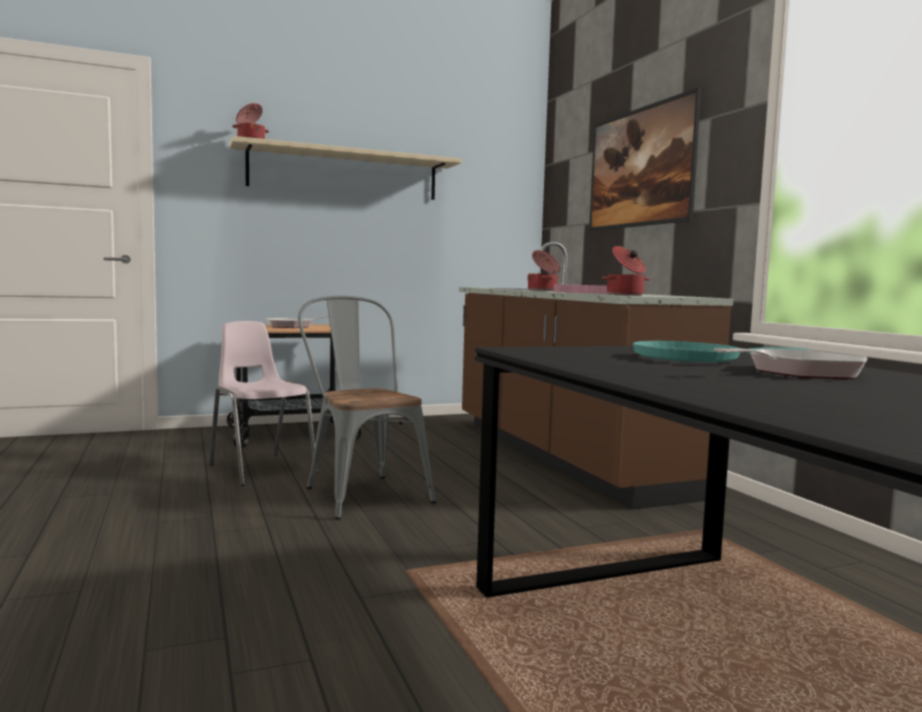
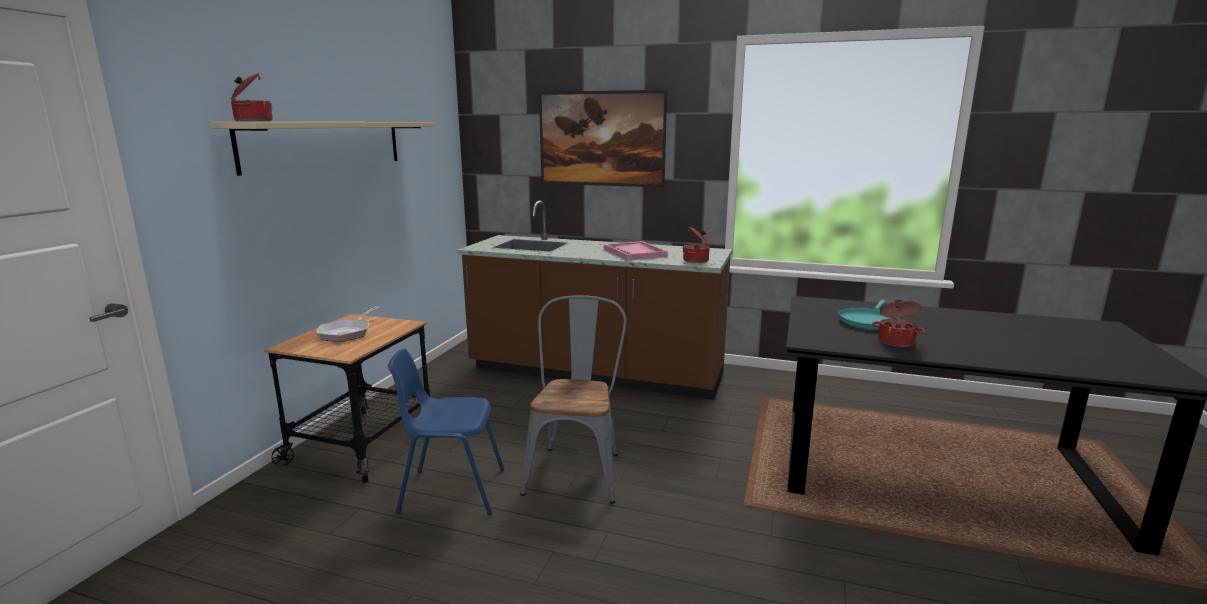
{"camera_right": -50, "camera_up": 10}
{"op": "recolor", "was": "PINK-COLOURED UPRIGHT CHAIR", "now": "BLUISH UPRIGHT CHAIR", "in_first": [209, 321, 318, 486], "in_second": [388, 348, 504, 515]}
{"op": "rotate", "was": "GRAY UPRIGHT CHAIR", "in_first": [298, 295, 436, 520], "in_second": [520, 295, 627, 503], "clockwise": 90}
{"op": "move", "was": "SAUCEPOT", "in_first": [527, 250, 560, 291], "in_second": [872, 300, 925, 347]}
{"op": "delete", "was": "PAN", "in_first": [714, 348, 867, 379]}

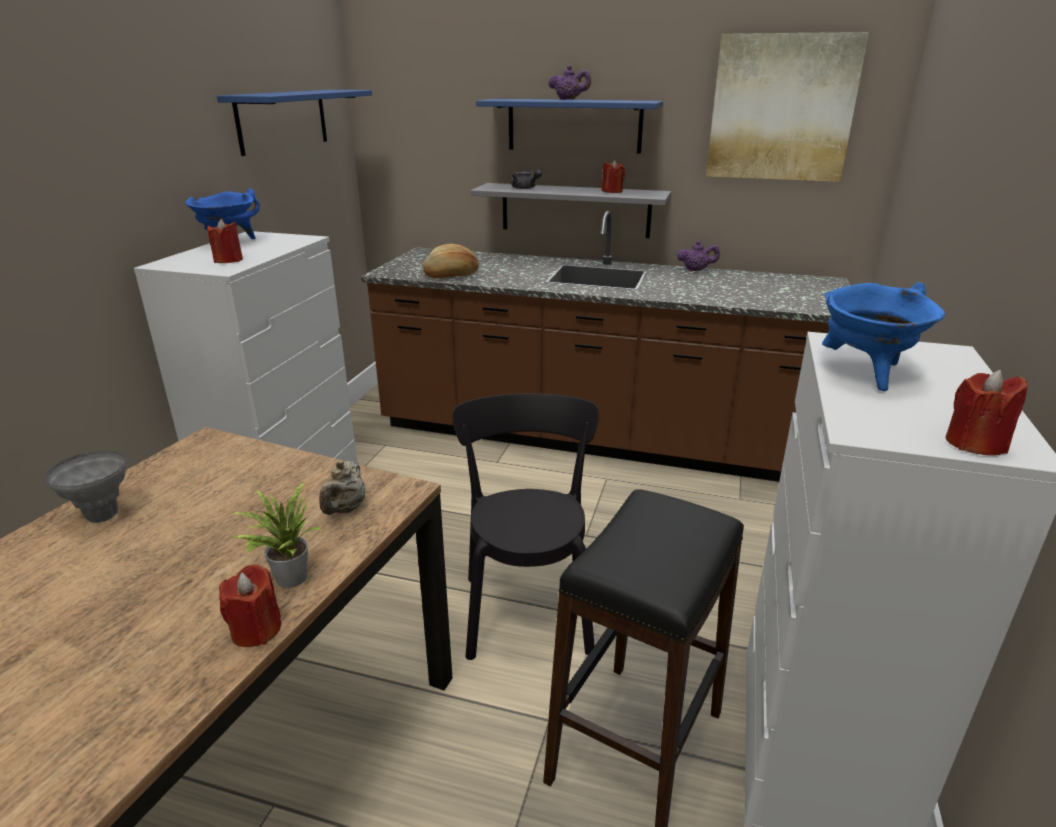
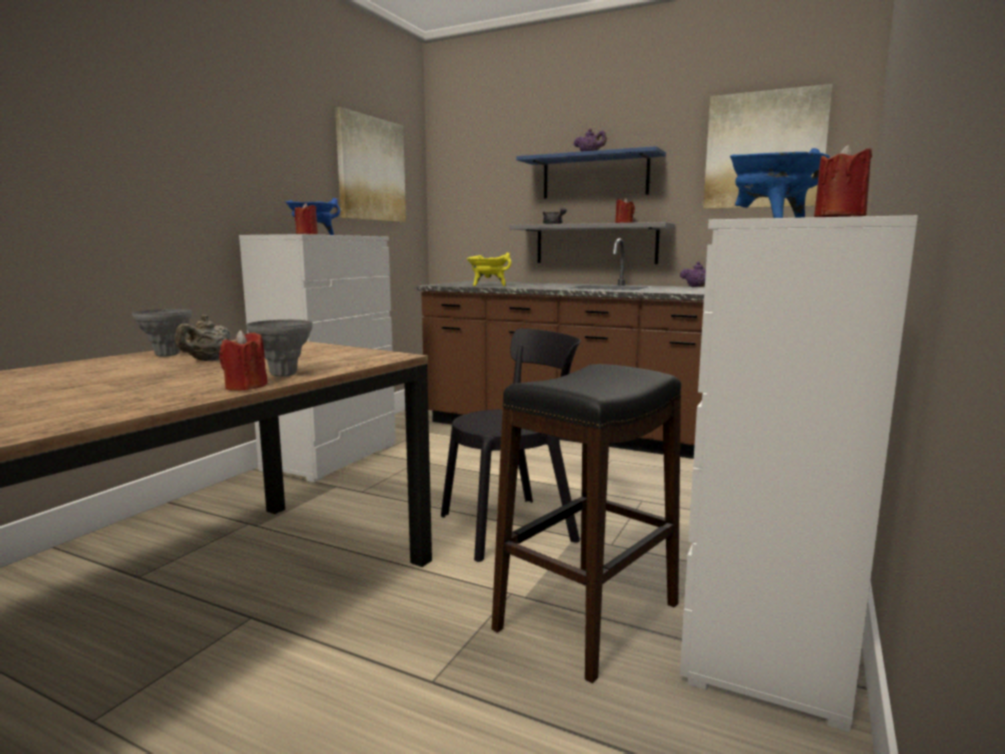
{"camera_right": 10, "camera_up": -15}
{"op": "replace", "was": "BLUISH BRACKET SHELF", "now": "WALL ART", "in_first": [217, 90, 372, 156], "in_second": [335, 107, 406, 222]}
{"op": "replace", "was": "POTTED PLANT", "now": "GRAY DECORATIVE VASE", "in_first": [230, 481, 321, 588], "in_second": [247, 320, 312, 377]}
{"op": "move", "was": "BEIGE POT FOR TEA", "in_first": [319, 460, 365, 515], "in_second": [175, 315, 231, 361]}
{"op": "replace", "was": "BAKED BREAD", "now": "YELLOWISH SAUCEPOT", "in_first": [423, 244, 479, 278], "in_second": [466, 252, 512, 286]}
{"op": "rotate", "was": "BLACK UPRIGHT CHAIR", "in_first": [452, 393, 599, 660], "in_second": [441, 328, 581, 562], "clockwise": 60}

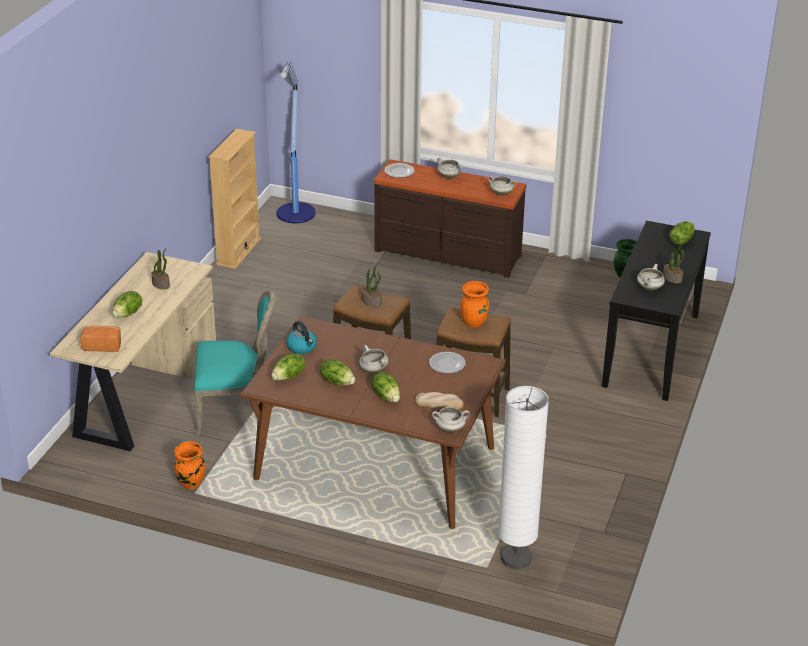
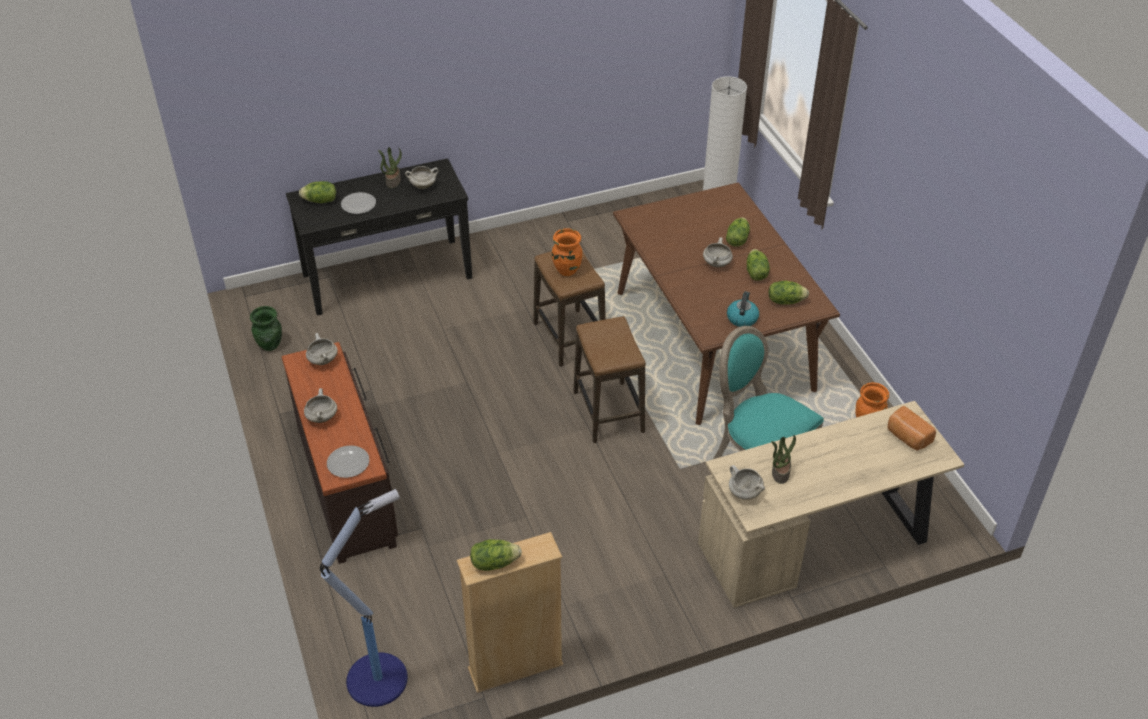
{"camera_right": -130, "camera_up": 10}
{"op": "move", "was": "LETTUCE", "in_first": [112, 291, 142, 318], "in_second": [470, 539, 522, 571]}
{"op": "delete", "was": "POTTED PLANT", "in_first": [362, 265, 382, 306]}
{"op": "delete", "was": "BAKED BREAD", "in_first": [415, 392, 464, 409]}
{"op": "move", "was": "PLATE", "in_first": [429, 352, 466, 374], "in_second": [341, 192, 376, 214]}
{"op": "move", "was": "WHITISH SAUCEPOT", "in_first": [432, 407, 470, 433], "in_second": [729, 465, 765, 500]}

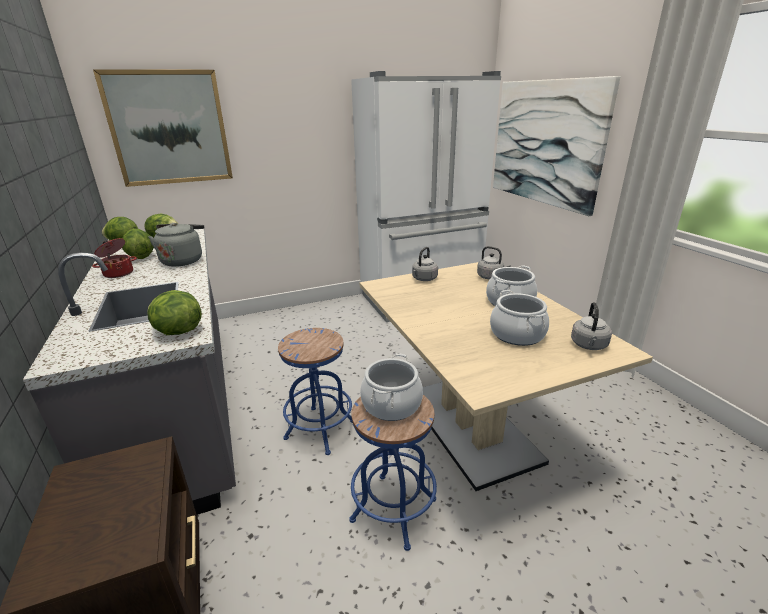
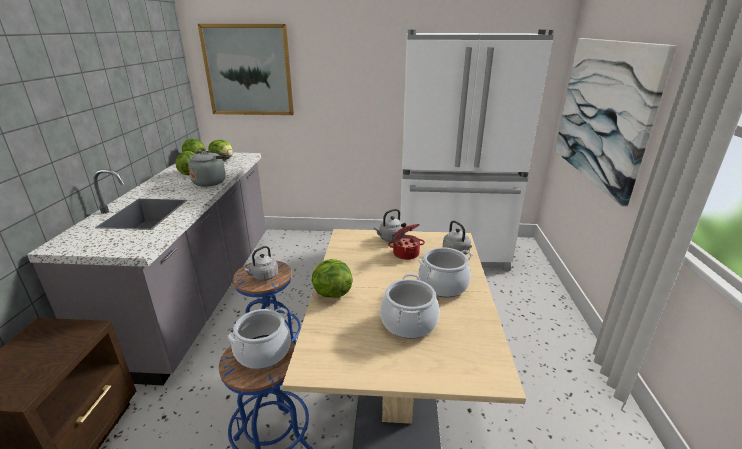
{"camera_right": 25, "camera_up": 0}
{"op": "move", "was": "SAUCEPOT", "in_first": [92, 238, 137, 278], "in_second": [388, 223, 425, 260]}
{"op": "move", "was": "LETTUCE", "in_first": [147, 290, 202, 335], "in_second": [312, 259, 352, 298]}
{"op": "move", "was": "GRAY WATER KETTLE", "in_first": [571, 302, 612, 350], "in_second": [243, 246, 278, 281]}

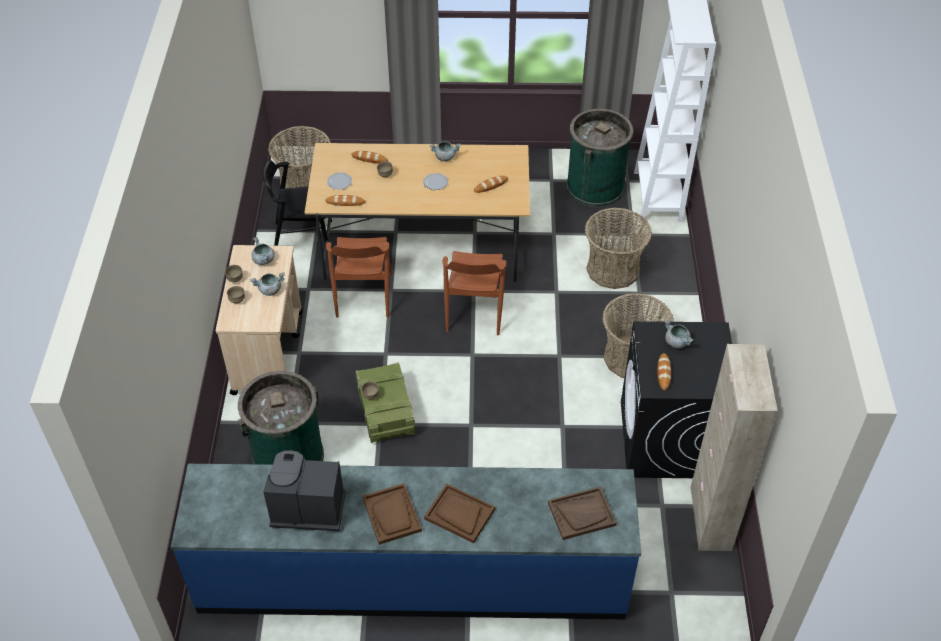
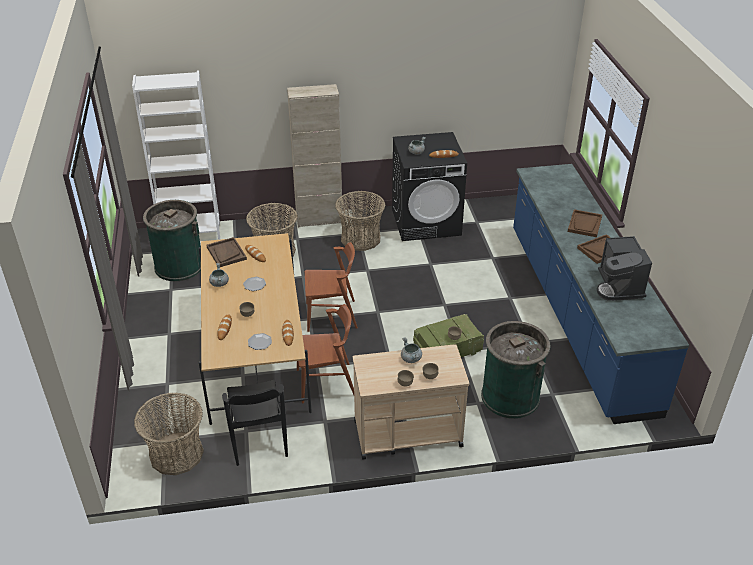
{"camera_right": -100, "camera_up": -10}
{"op": "delete", "was": "GRAY SAUCEPOT", "in_first": [251, 237, 275, 265]}
{"op": "move", "was": "BROWN-COLOURED TRAY", "in_first": [548, 487, 617, 540], "in_second": [207, 237, 247, 267]}
{"op": "move", "was": "BEIGE CUPBOARD", "in_first": [690, 344, 778, 551], "in_second": [287, 84, 343, 228]}

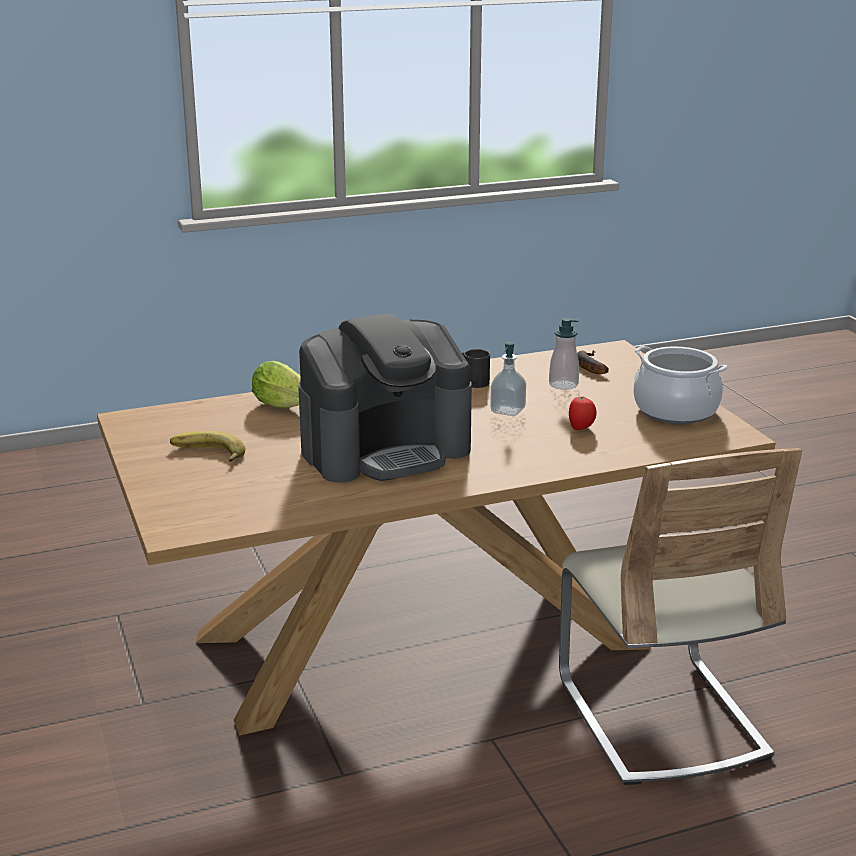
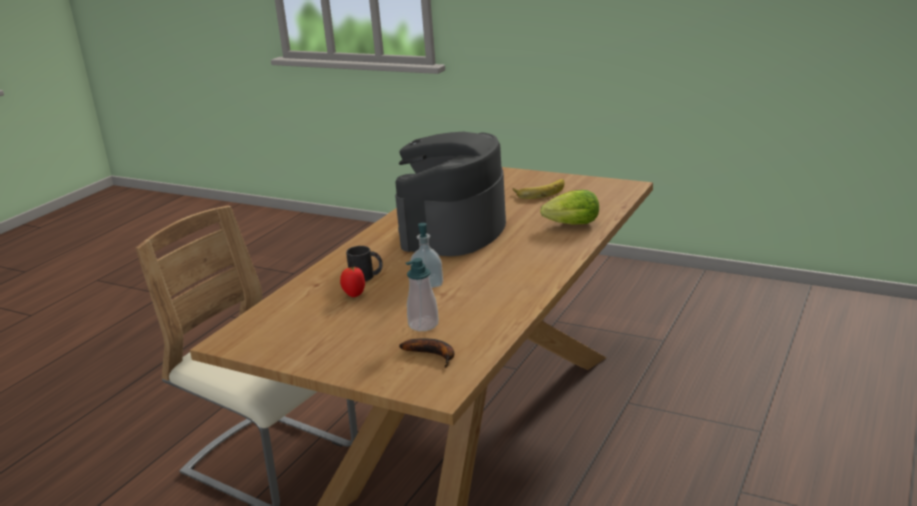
{"camera_right": 140, "camera_up": 0}
{"op": "move", "was": "BLACK TEA MUG", "in_first": [462, 349, 490, 388], "in_second": [346, 246, 383, 281]}
{"op": "delete", "was": "SAUCEPOT", "in_first": [634, 346, 727, 424]}

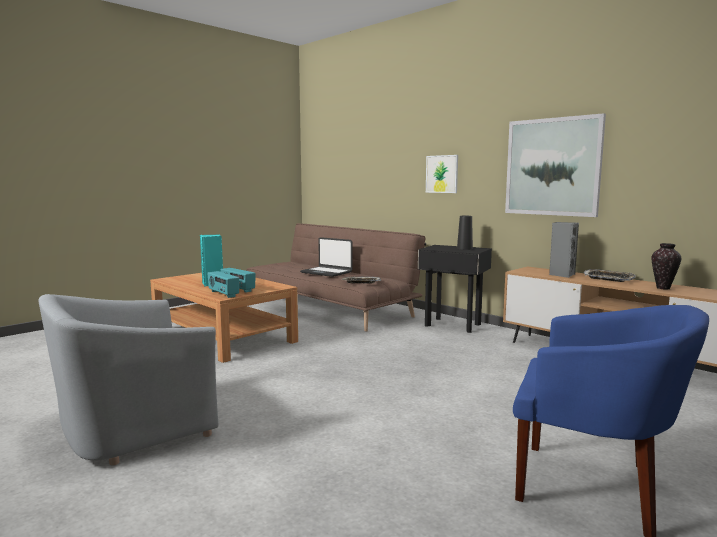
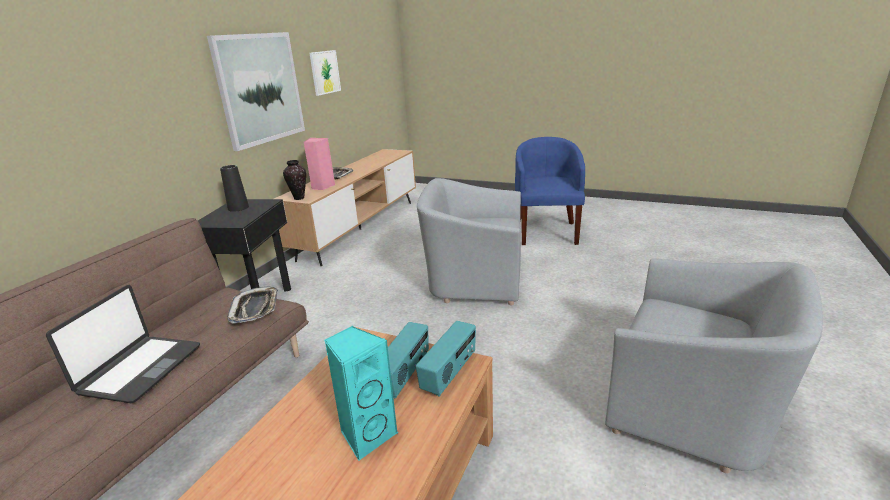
{"camera_right": -110, "camera_up": 15}
{"op": "move", "was": "WALL ART", "in_first": [426, 155, 458, 193], "in_second": [310, 50, 341, 96]}
{"op": "recolor", "was": "GRAY AUDIO SPEAKER", "now": "PINK-COLOURED AUDIO SPEAKER", "in_first": [549, 222, 579, 278], "in_second": [303, 138, 335, 190]}
{"op": "move", "was": "DECORATIVE VASE", "in_first": [652, 243, 681, 290], "in_second": [283, 160, 306, 200]}
{"op": "insert", "now": "GRAY LOUNGE CHAIR", "in_second": [417, 178, 521, 305]}

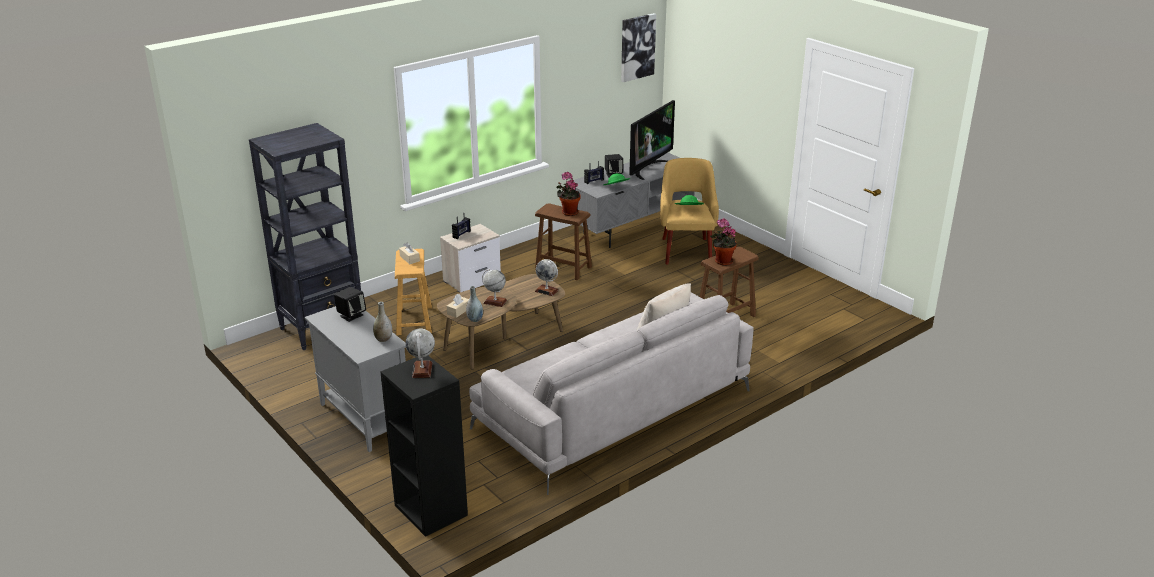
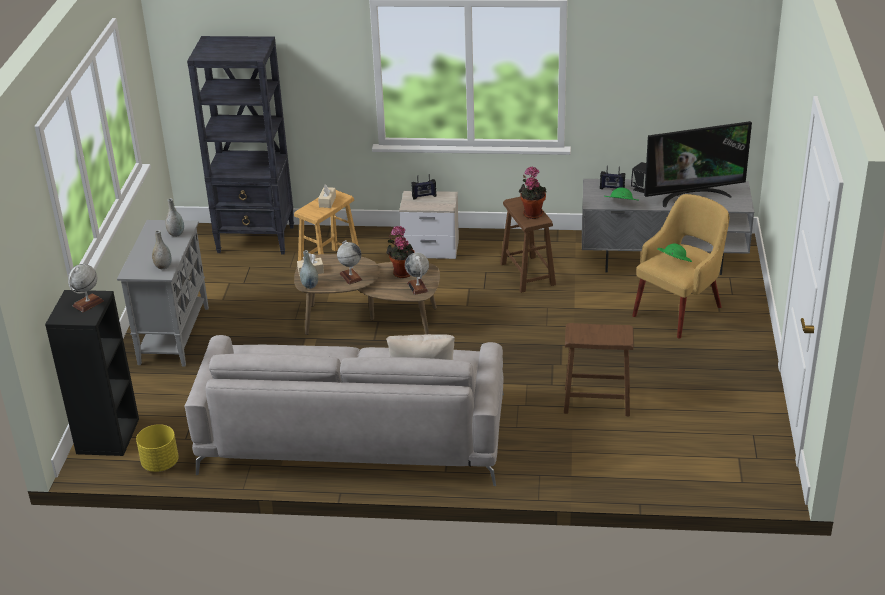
{"camera_right": 45, "camera_up": 5}
{"op": "replace", "was": "BLACK AUDIO SPEAKER", "now": "GRAY DECORATIVE VASE", "in_first": [334, 287, 366, 322], "in_second": [165, 198, 184, 237]}
{"op": "delete", "was": "WALL ART", "in_first": [621, 13, 656, 82]}
{"op": "move", "was": "POTTED PLANT", "in_first": [710, 218, 737, 266], "in_second": [386, 226, 415, 278]}
{"op": "insert", "now": "YELLOWISH PLANTER", "in_second": [136, 424, 179, 472]}

